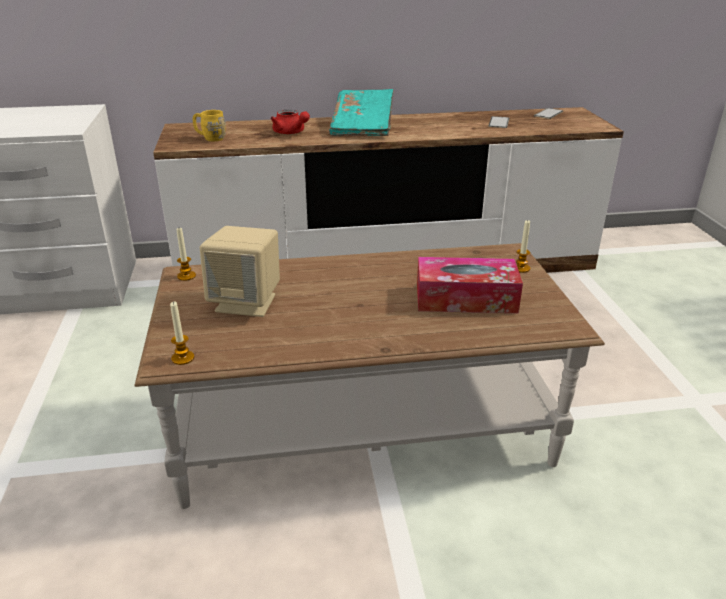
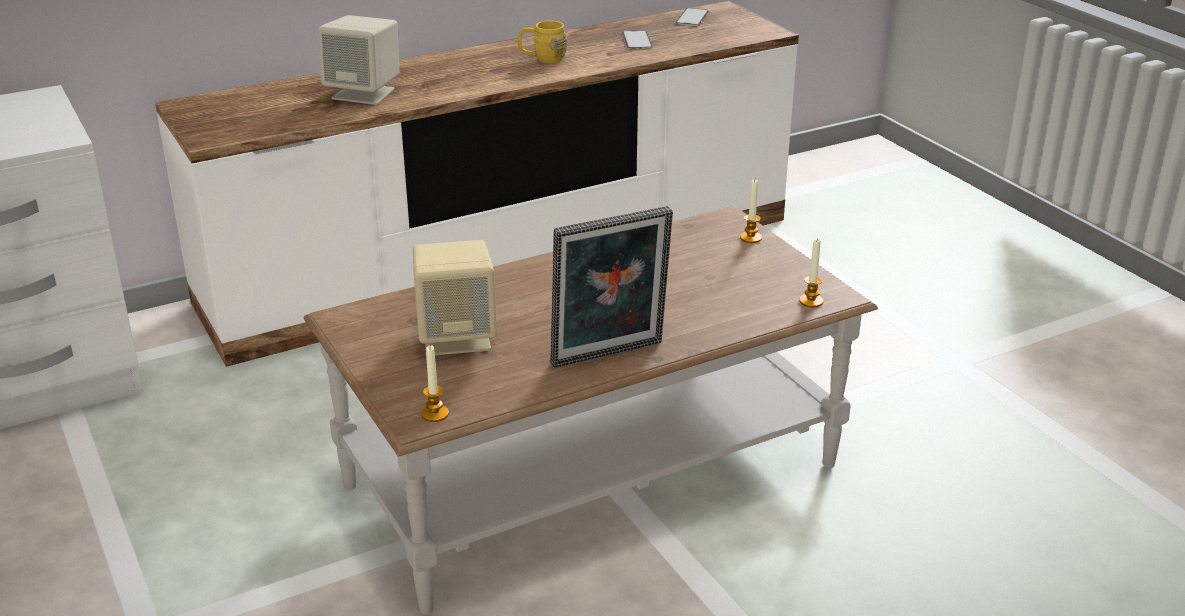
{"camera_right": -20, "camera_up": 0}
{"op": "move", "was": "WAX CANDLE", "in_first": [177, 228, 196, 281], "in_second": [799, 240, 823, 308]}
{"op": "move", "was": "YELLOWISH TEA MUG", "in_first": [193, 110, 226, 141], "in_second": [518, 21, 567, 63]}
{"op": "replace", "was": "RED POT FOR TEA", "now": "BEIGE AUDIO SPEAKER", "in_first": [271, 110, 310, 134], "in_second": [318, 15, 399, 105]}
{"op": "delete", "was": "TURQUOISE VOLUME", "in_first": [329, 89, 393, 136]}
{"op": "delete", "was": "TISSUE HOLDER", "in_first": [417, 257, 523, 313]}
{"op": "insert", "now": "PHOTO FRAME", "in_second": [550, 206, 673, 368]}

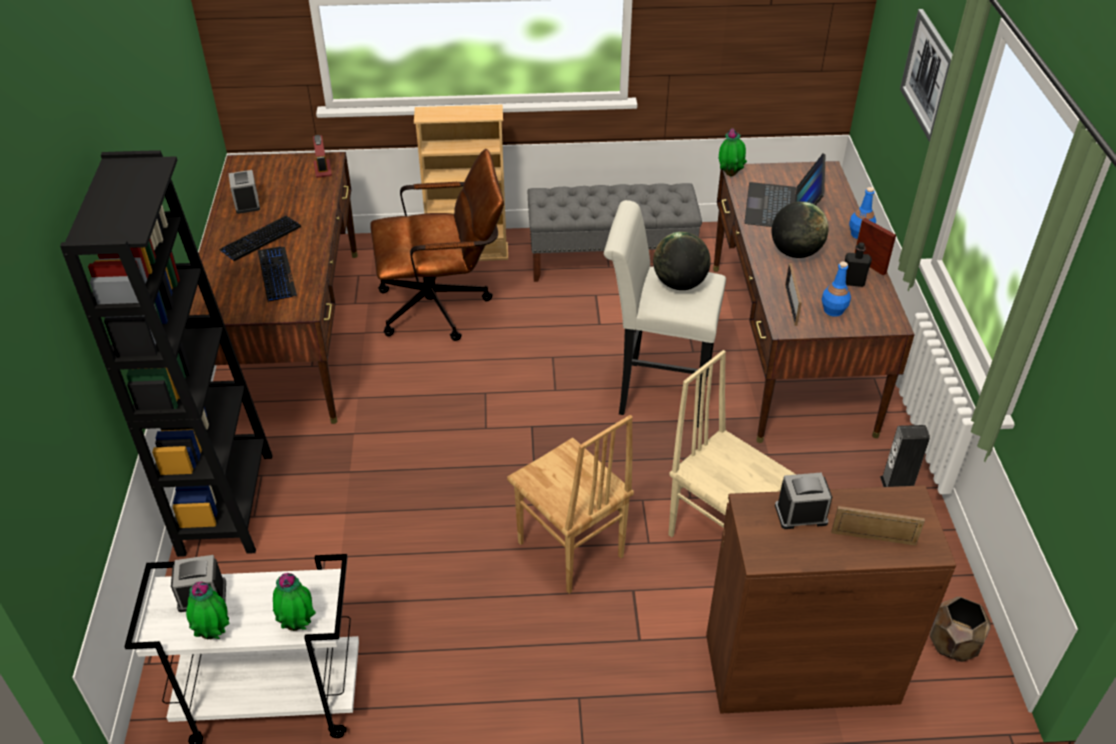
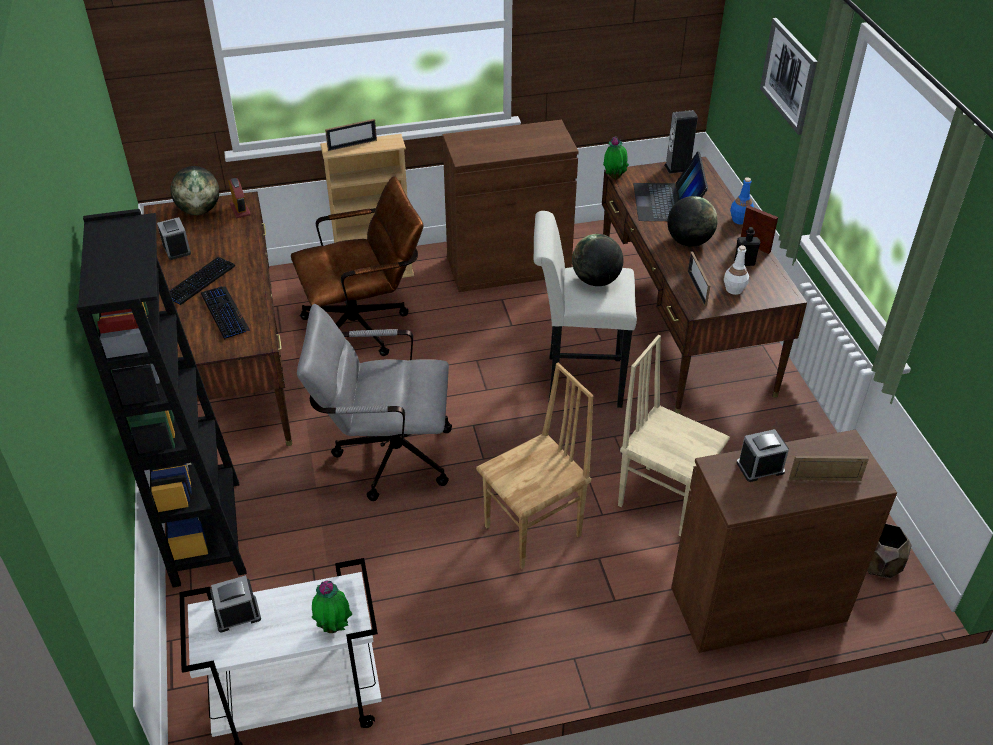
{"camera_right": -10, "camera_up": 0}
{"op": "delete", "was": "POTTED PLANT", "in_first": [186, 581, 230, 639]}
{"op": "rotate", "was": "BROWN-COLOURED UPRIGHT CHAIR", "in_first": [507, 415, 634, 594], "in_second": [476, 363, 593, 569], "clockwise": -75}
{"op": "replace", "was": "GRAY LONG SEAT", "now": "BROWN-COLOURED CUPBOARD", "in_first": [528, 183, 702, 282], "in_second": [442, 120, 579, 292]}
{"op": "recolor", "was": "BLUISH BEVERAGE BOTTLE", "now": "WHITISH BEVERAGE BOTTLE", "in_first": [822, 261, 851, 317], "in_second": [724, 245, 749, 295]}
{"op": "move", "was": "AUDIO SPEAKER", "in_first": [880, 425, 930, 487], "in_second": [664, 110, 698, 174]}
{"op": "insert", "now": "GLOBE", "in_second": [170, 166, 219, 215]}
{"op": "insert", "now": "GRAY COMPUTER CHAIR", "in_second": [297, 304, 452, 501]}
{"op": "insert", "now": "PHOTO FRAME", "in_second": [325, 119, 377, 151]}

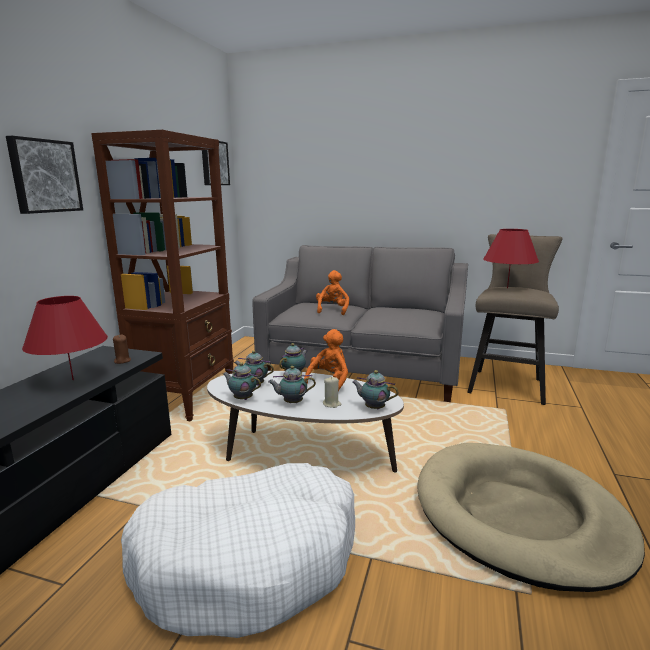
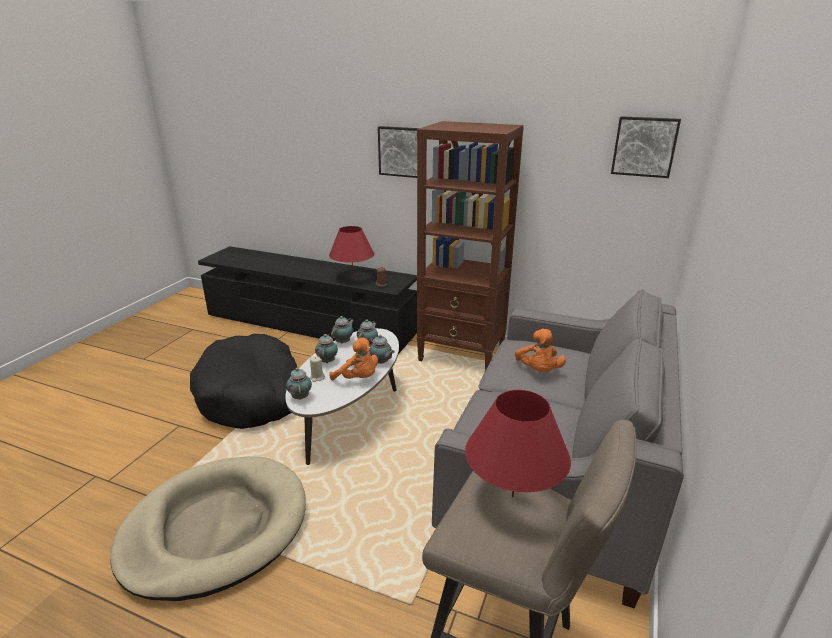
{"camera_right": 95, "camera_up": 10}
{"op": "recolor", "was": "WHITISH PET BED", "now": "BLACK PET BED", "in_first": [121, 463, 355, 638], "in_second": [190, 334, 298, 429]}
{"op": "rotate", "was": "ORANGE-COLOURED SOFT TOY", "in_first": [316, 270, 349, 315], "in_second": [515, 329, 566, 372], "clockwise": 75}
{"op": "rotate", "was": "POT FOR TEA", "in_first": [352, 370, 398, 409], "in_second": [286, 368, 312, 399], "clockwise": -45}

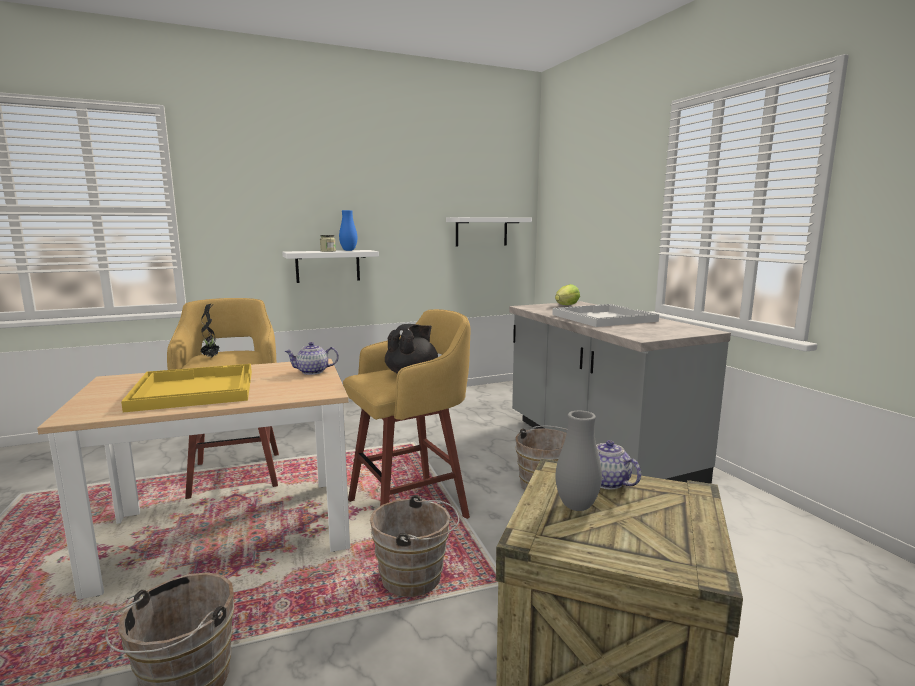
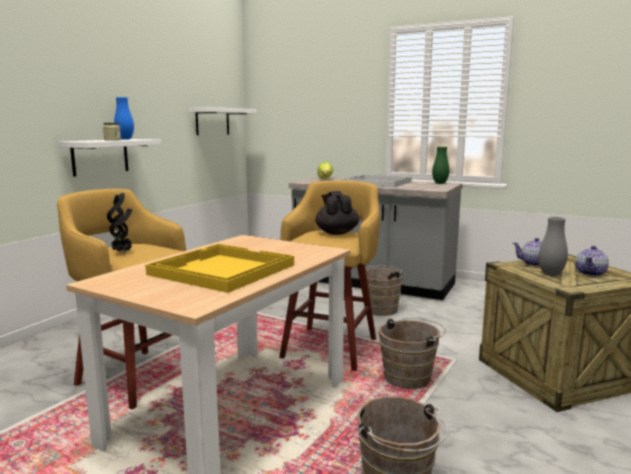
{"camera_right": -40, "camera_up": 0}
{"op": "move", "was": "POT FOR TEA", "in_first": [284, 342, 339, 375], "in_second": [575, 246, 609, 276]}
{"op": "insert", "now": "GREEN DECORATIVE VASE", "in_second": [432, 147, 450, 184]}

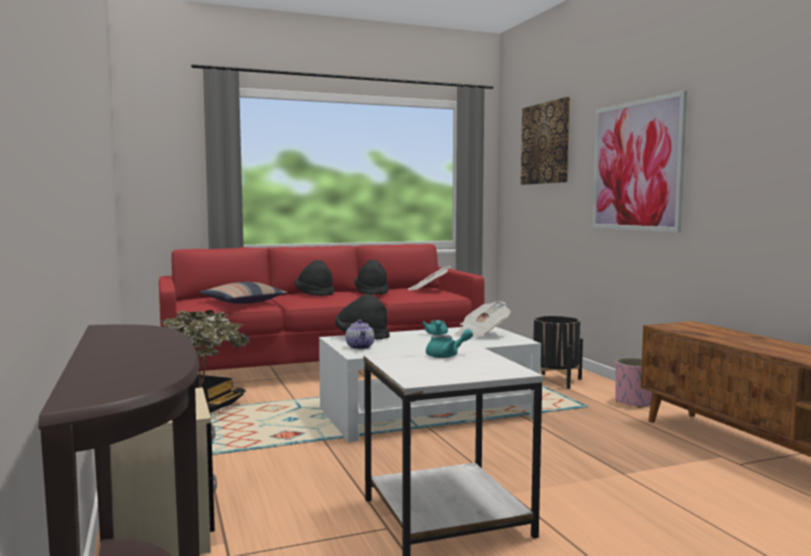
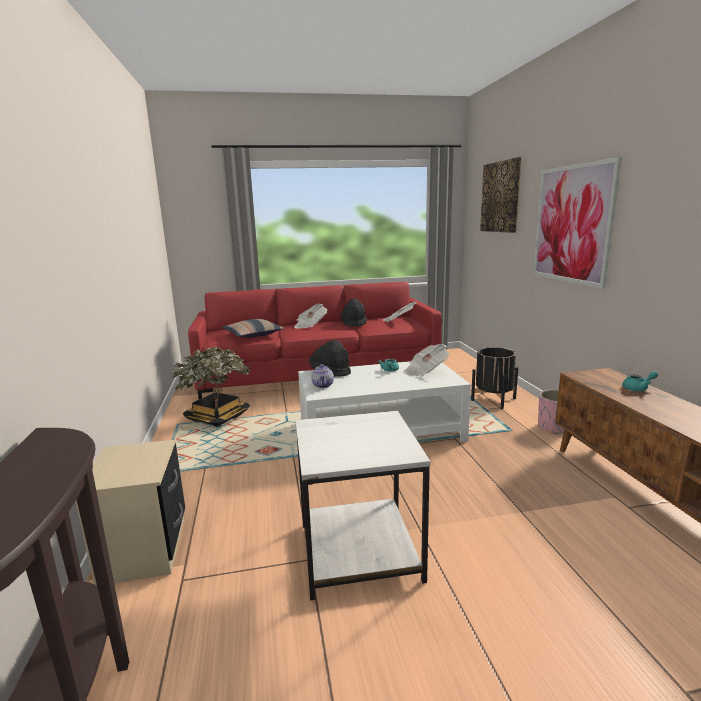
{"camera_right": 10, "camera_up": 10}
{"op": "replace", "was": "BLACK WEARABLE HAT", "now": "DAILY PAPER", "in_first": [295, 260, 334, 296], "in_second": [295, 304, 327, 329]}
{"op": "move", "was": "TURQUOISE POT FOR TEA", "in_first": [426, 329, 473, 358], "in_second": [622, 371, 658, 391]}

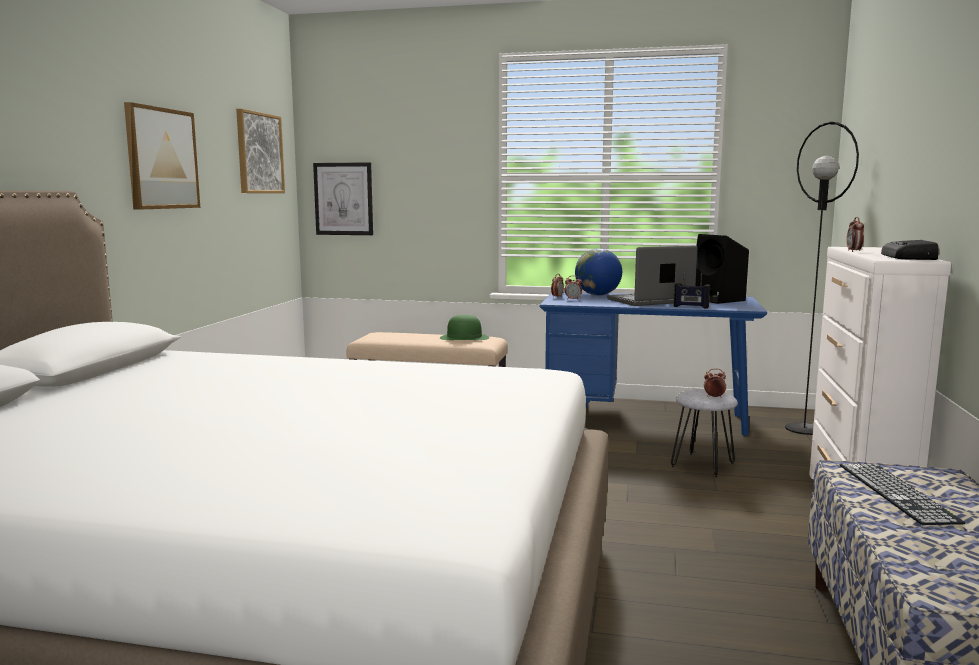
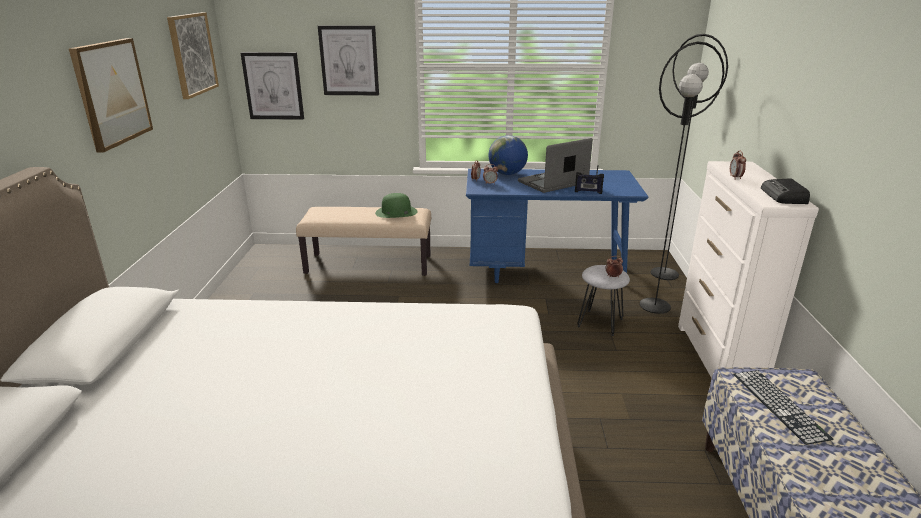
{"camera_right": -10, "camera_up": 15}
{"op": "delete", "was": "BLACK AUDIO SPEAKER", "in_first": [695, 234, 749, 304]}
{"op": "insert", "now": "WALL ART", "in_second": [318, 25, 379, 95]}
{"op": "insert", "now": "BLACK STANDARD LAMP", "in_second": [640, 42, 725, 314]}

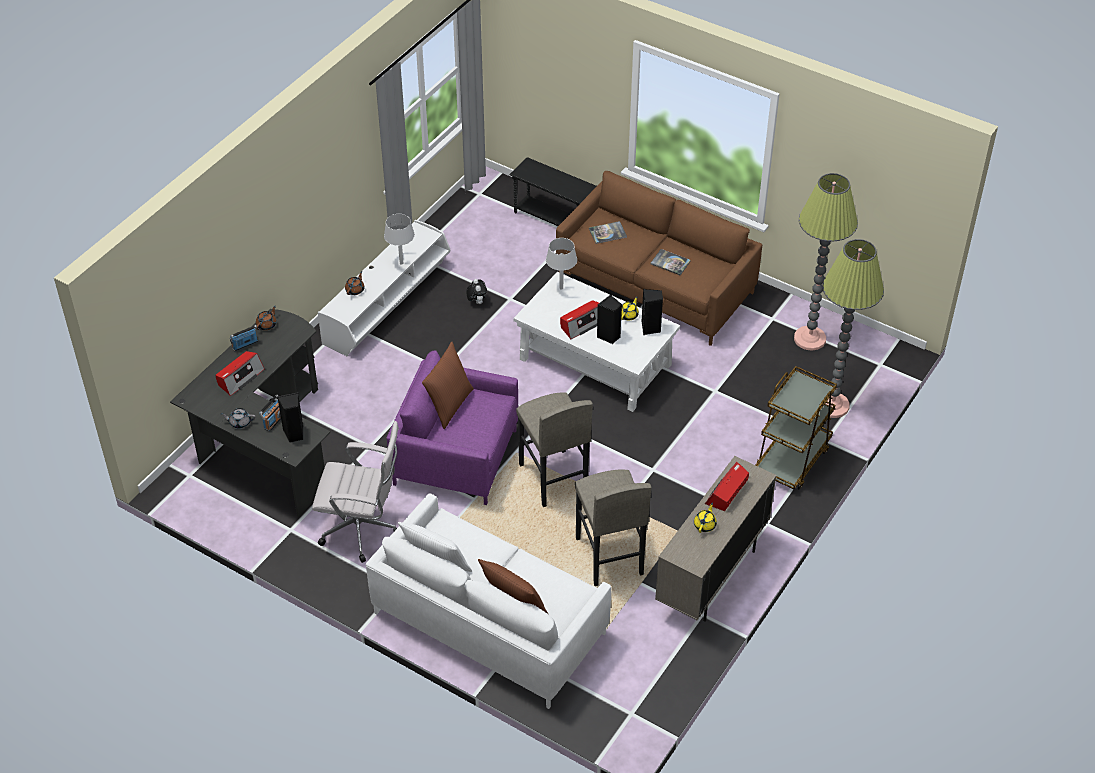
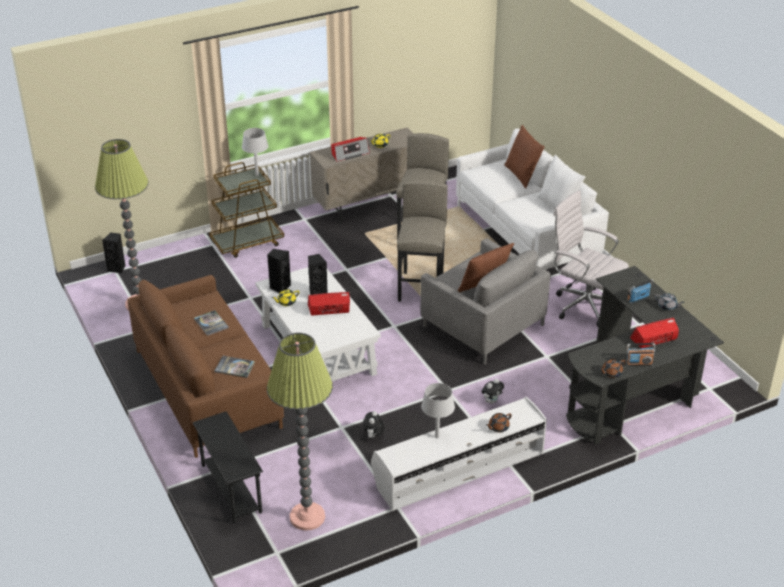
{"camera_right": -150, "camera_up": -10}
{"op": "move", "was": "BLACK AUDIO SPEAKER", "in_first": [277, 392, 303, 443], "in_second": [102, 232, 125, 273]}
{"op": "recolor", "was": "PURPLE-COLOURED LOUNGE CHAIR", "now": "GRAY LOUNGE CHAIR", "in_first": [386, 350, 518, 505], "in_second": [421, 238, 551, 365]}
{"op": "move", "was": "GRAY LAMP FOR A TABLE", "in_first": [546, 238, 577, 290], "in_second": [242, 128, 268, 176]}
{"op": "move", "was": "STANDARD LAMP", "in_first": [822, 239, 884, 418], "in_second": [267, 333, 333, 531]}
{"op": "insert", "now": "SOFT TOY", "in_second": [481, 378, 504, 404]}

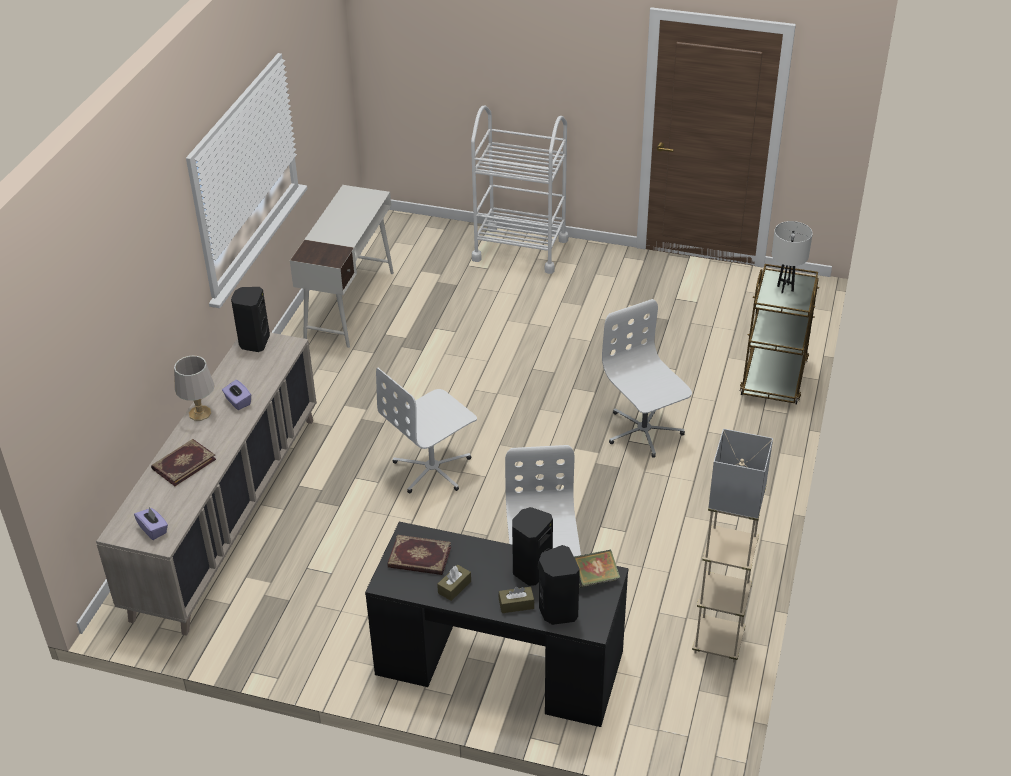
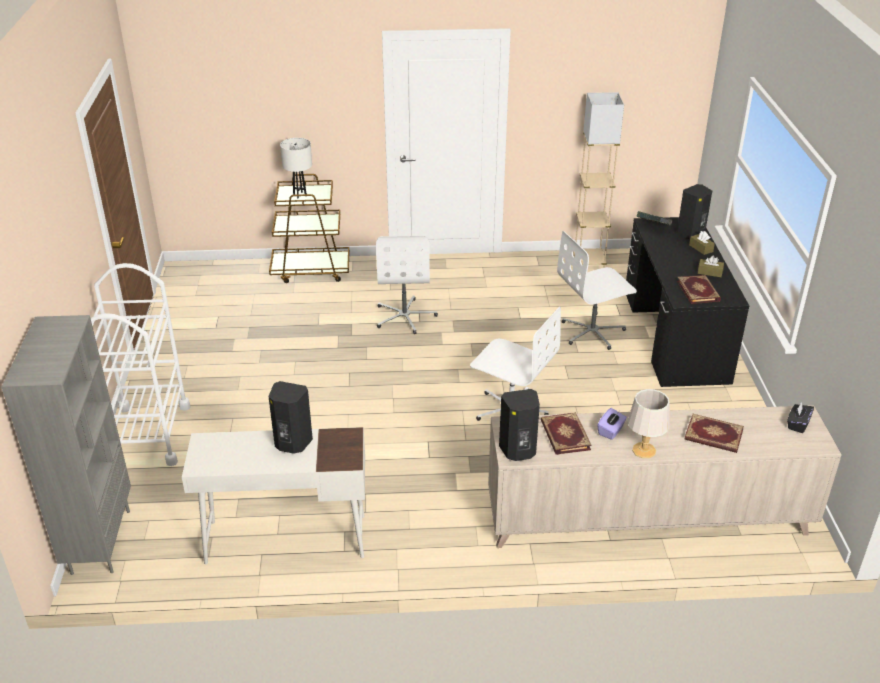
{"camera_right": -110, "camera_up": -5}
{"op": "recolor", "was": "PURPLE-COLOURED TISSUE HOLDER", "now": "BLACK TISSUE HOLDER", "in_first": [134, 507, 168, 540], "in_second": [787, 402, 814, 433]}
{"op": "move", "was": "BLACK AUDIO SPEAKER", "in_first": [512, 507, 553, 586], "in_second": [268, 381, 313, 454]}
{"op": "rotate", "was": "WHITISH COMPUTER CHAIR", "in_first": [602, 299, 692, 458], "in_second": [376, 236, 438, 334], "clockwise": -45}
{"op": "insert", "now": "GRAY BOOKSHELF", "in_second": [1, 315, 131, 575]}
{"op": "insert", "now": "VOLUME", "in_second": [541, 412, 592, 455]}

